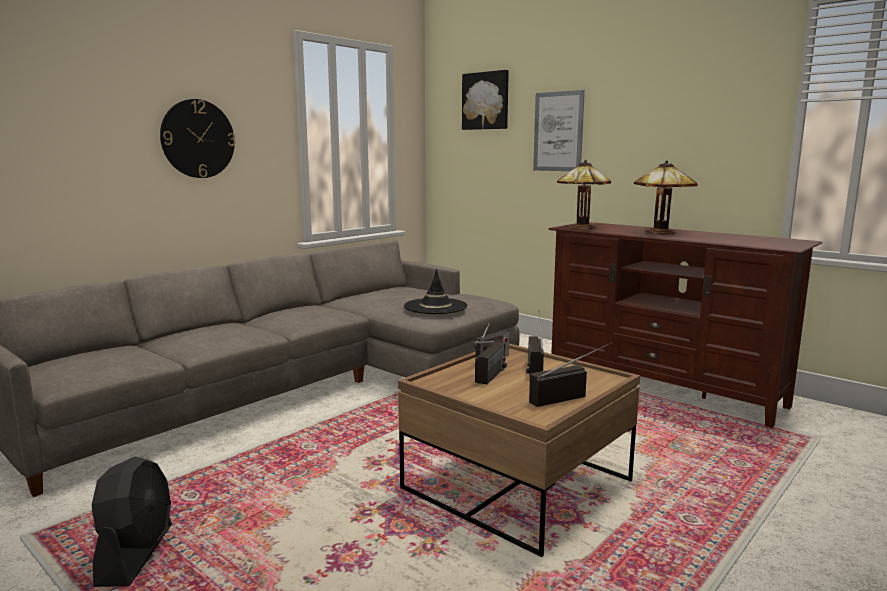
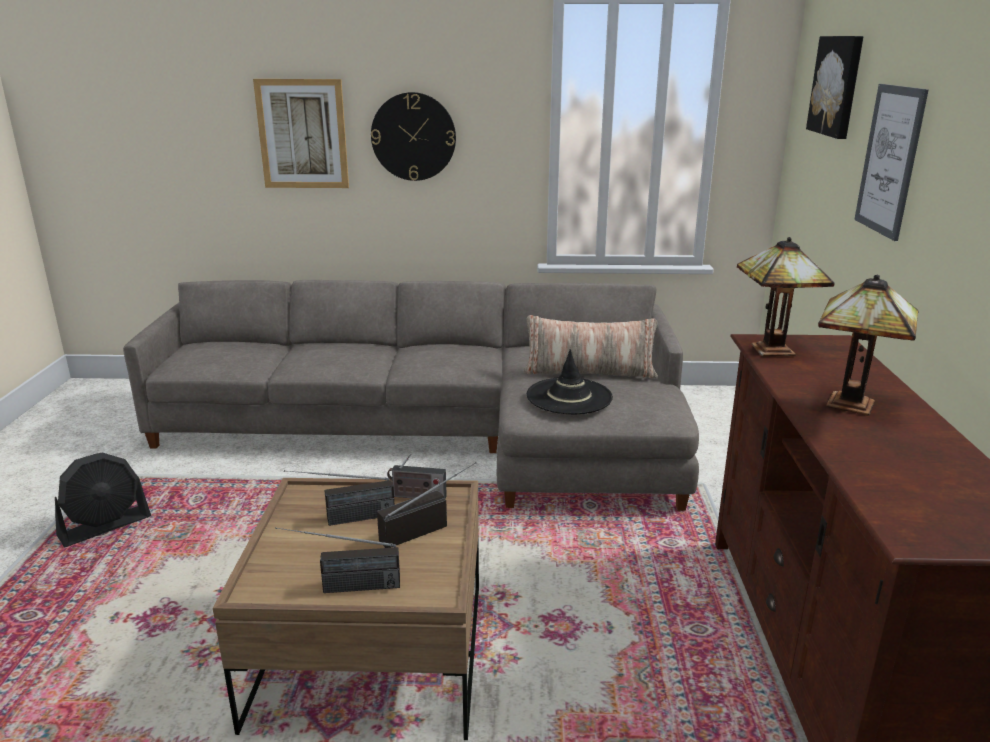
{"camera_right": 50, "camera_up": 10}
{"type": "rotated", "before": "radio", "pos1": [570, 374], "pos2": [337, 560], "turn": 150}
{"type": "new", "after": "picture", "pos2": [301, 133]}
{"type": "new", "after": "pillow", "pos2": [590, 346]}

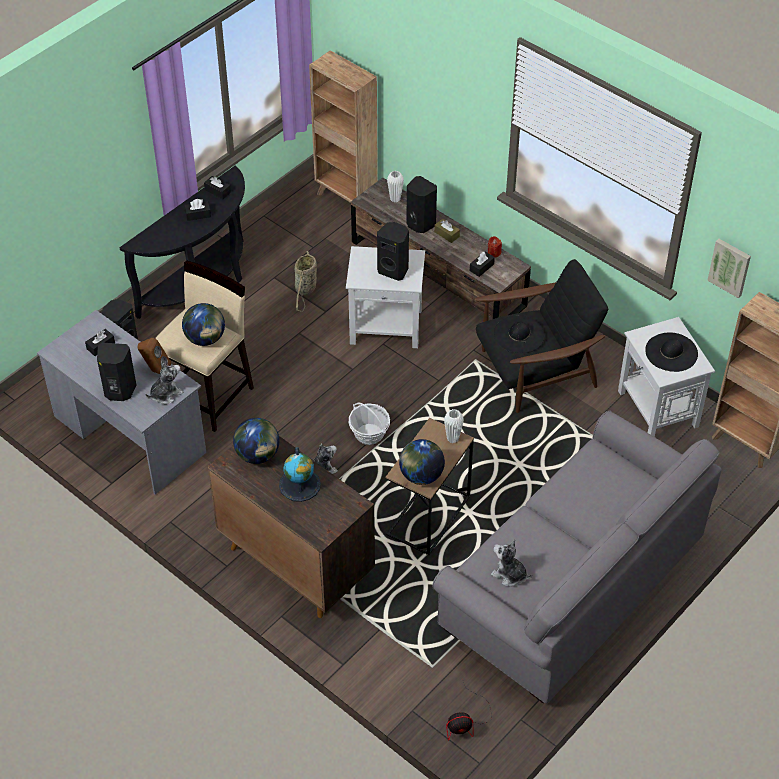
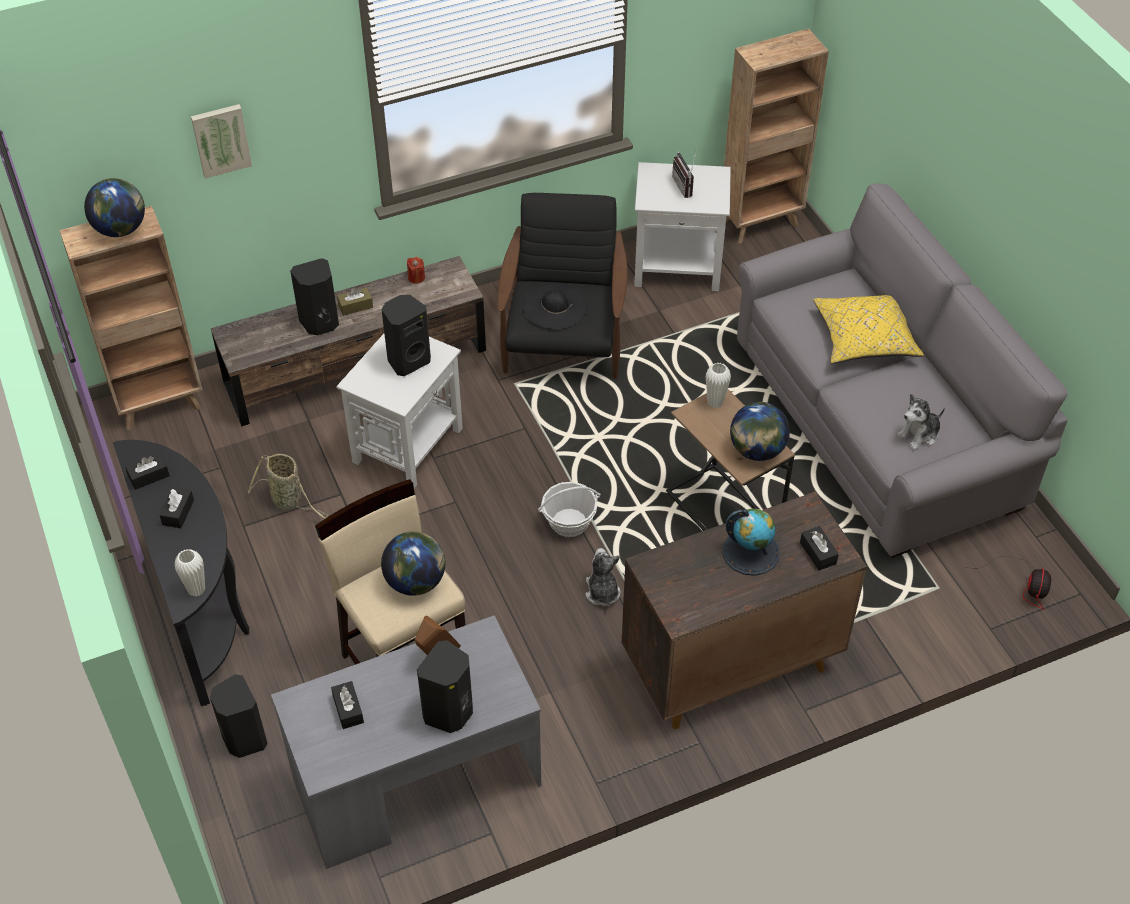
{"camera_right": -65, "camera_up": 0}
{"type": "shifted", "before": "white vase", "pos1": [395, 186], "pos2": [189, 573]}
{"type": "shifted", "before": "picture", "pos1": [729, 268], "pos2": [221, 141]}
{"type": "shifted", "before": "black tissue box", "pos1": [482, 264], "pos2": [819, 548]}
{"type": "swapped", "before": "black hat", "after": "radio", "pos1": [671, 352], "pos2": [684, 175]}
{"type": "gone", "before": "plush toy", "pos1": [164, 383]}
{"type": "shifted", "before": "globe", "pos1": [256, 441], "pos2": [114, 207]}
{"type": "new", "after": "yellow pillow", "pos2": [868, 329]}

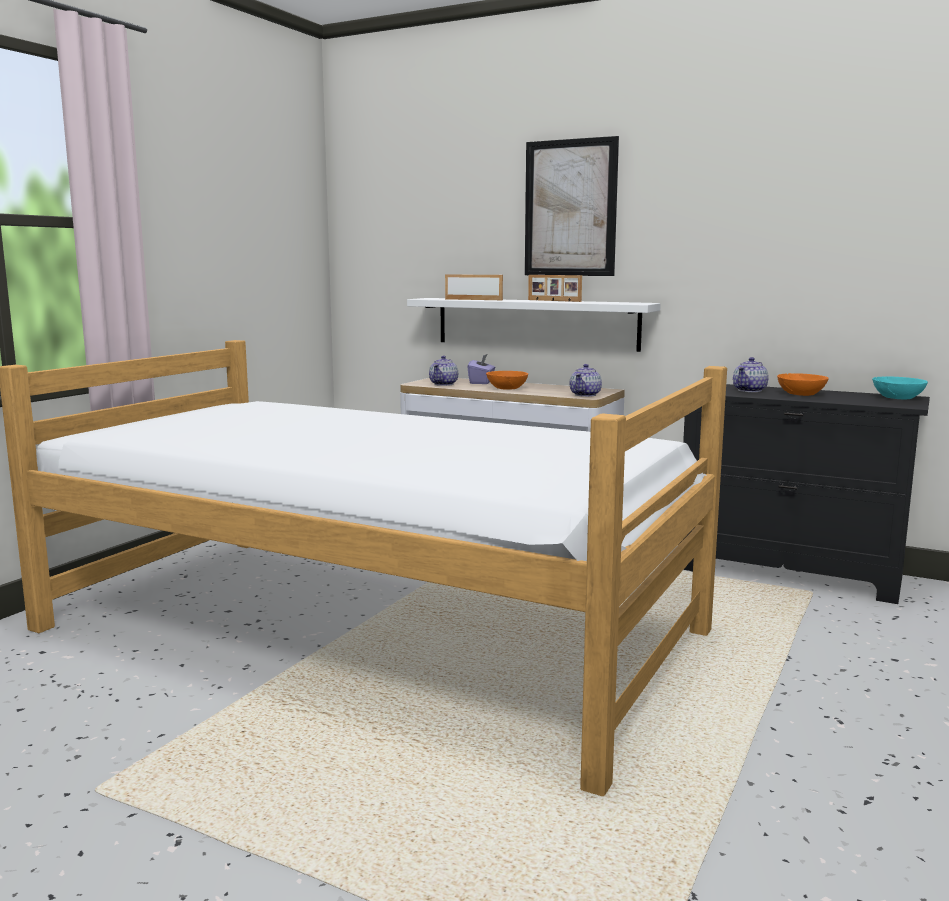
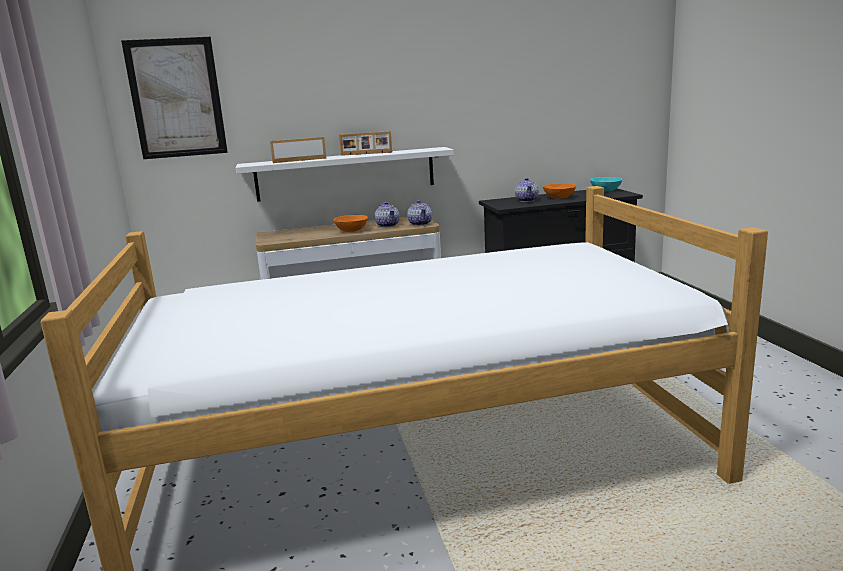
{"camera_right": -40, "camera_up": 5}
{"type": "shifted", "before": "picture", "pos1": [572, 206], "pos2": [174, 98]}
{"type": "gone", "before": "purple tissue box", "pos1": [481, 369]}
{"type": "shifted", "before": "teapot", "pos1": [443, 371], "pos2": [387, 214]}

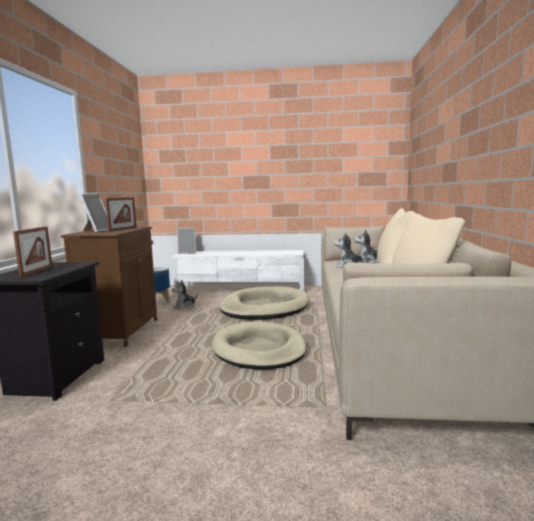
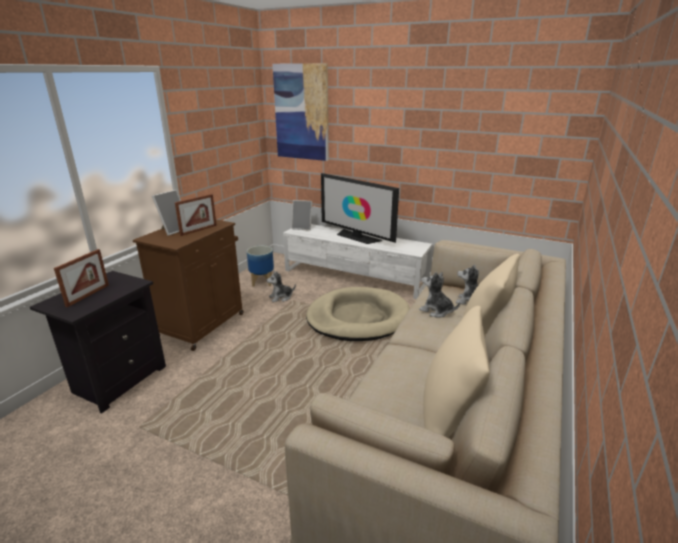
{"camera_right": 20, "camera_up": 15}
{"type": "gone", "before": "beige dog bed", "pos1": [259, 345]}
{"type": "new", "after": "picture", "pos2": [300, 112]}
{"type": "new", "after": "television", "pos2": [360, 208]}

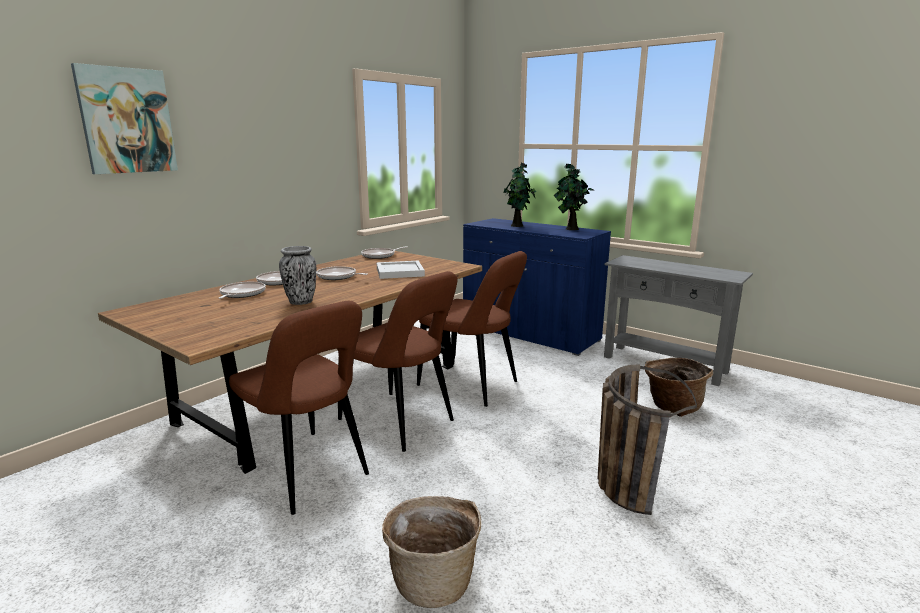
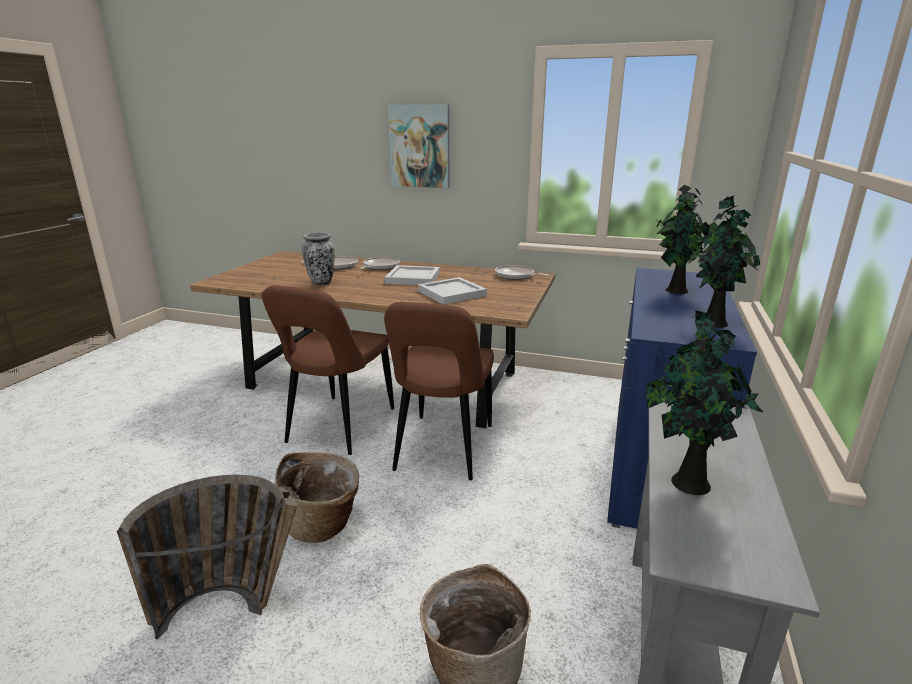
{"camera_right": 70, "camera_up": 5}
{"type": "shifted", "before": "picture", "pos1": [124, 118], "pos2": [419, 146]}
{"type": "swapped", "before": "frying pan", "after": "white tray", "pos1": [342, 273], "pos2": [412, 275]}
{"type": "gone", "before": "brown chair", "pos1": [299, 408]}
{"type": "shifted", "before": "basket", "pos1": [431, 552], "pos2": [317, 497]}
{"type": "new", "after": "potted plant", "pos2": [704, 402]}

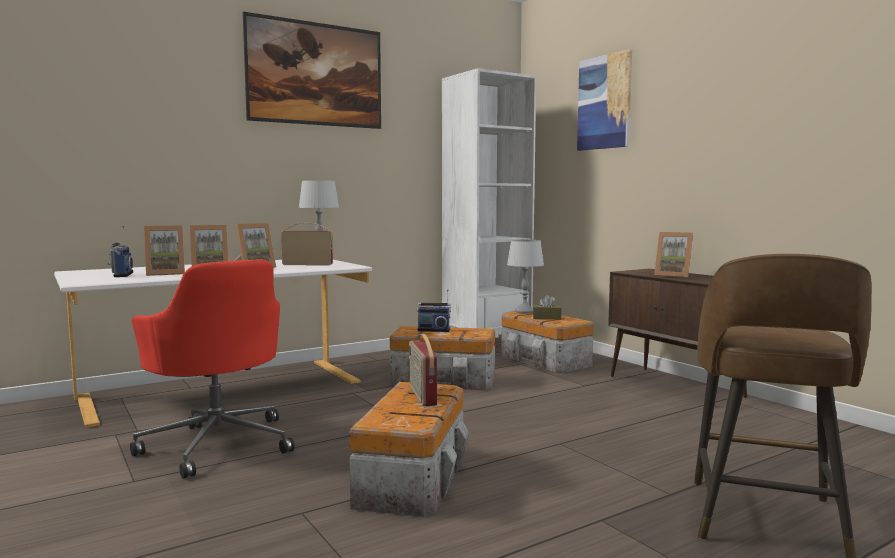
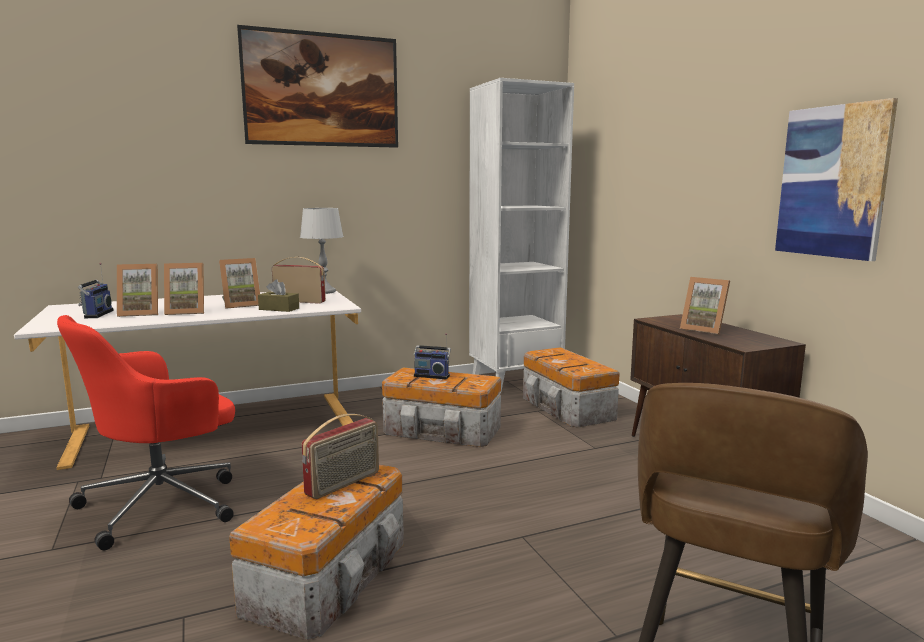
{"camera_right": 10, "camera_up": 5}
{"type": "shifted", "before": "picture", "pos1": [604, 100], "pos2": [836, 179]}
{"type": "gone", "before": "grey table lamp", "pos1": [525, 277]}
{"type": "rotated", "before": "red office chair", "pos1": [212, 369], "pos2": [146, 432], "turn": 75}
{"type": "shifted", "before": "brown tissue box", "pos1": [547, 307], "pos2": [278, 295]}
{"type": "rotated", "before": "radio", "pos1": [423, 370], "pos2": [340, 456], "turn": -135}

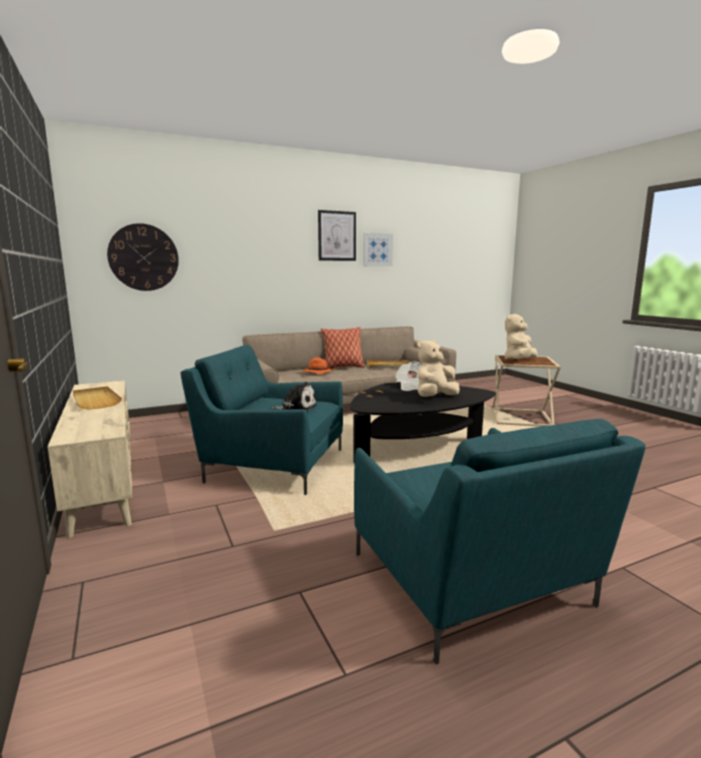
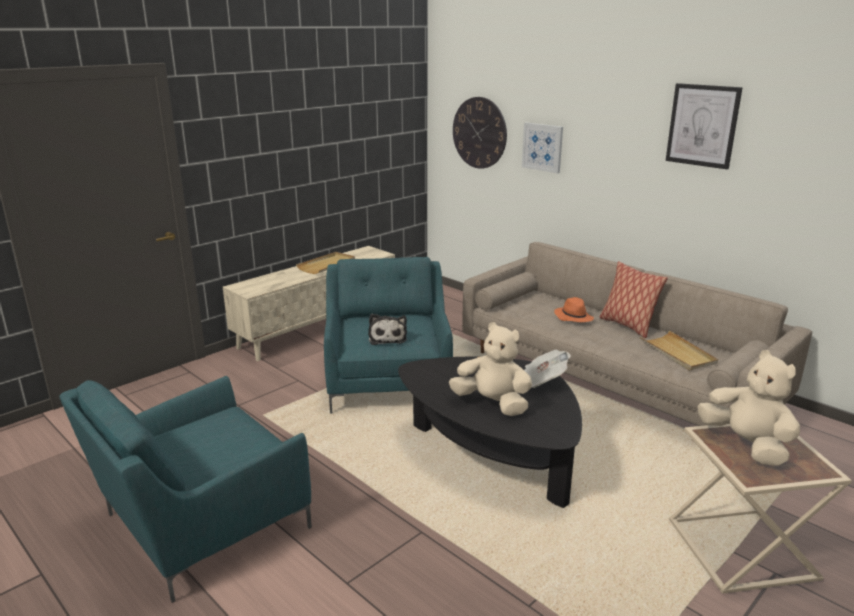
{"camera_right": 70, "camera_up": 10}
{"type": "shifted", "before": "picture", "pos1": [378, 249], "pos2": [542, 147]}
{"type": "rotated", "before": "beige plush toy", "pos1": [521, 337], "pos2": [748, 408], "turn": 45}

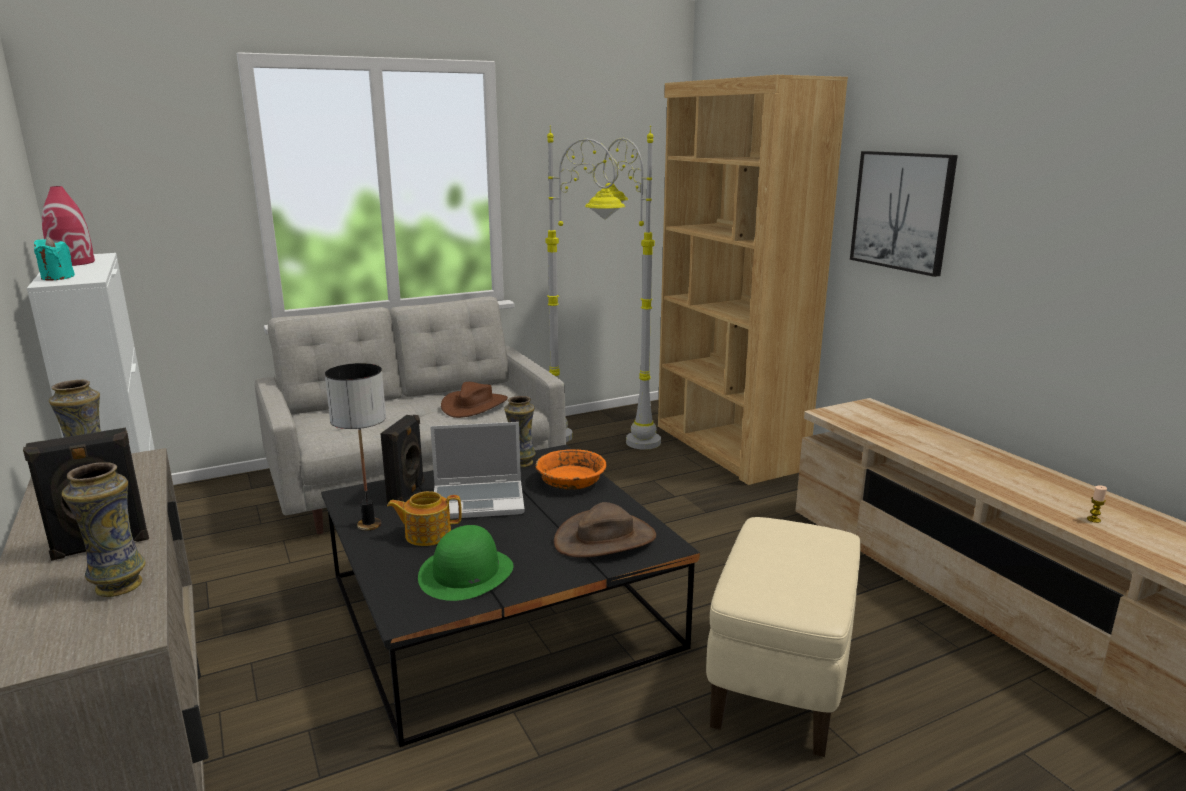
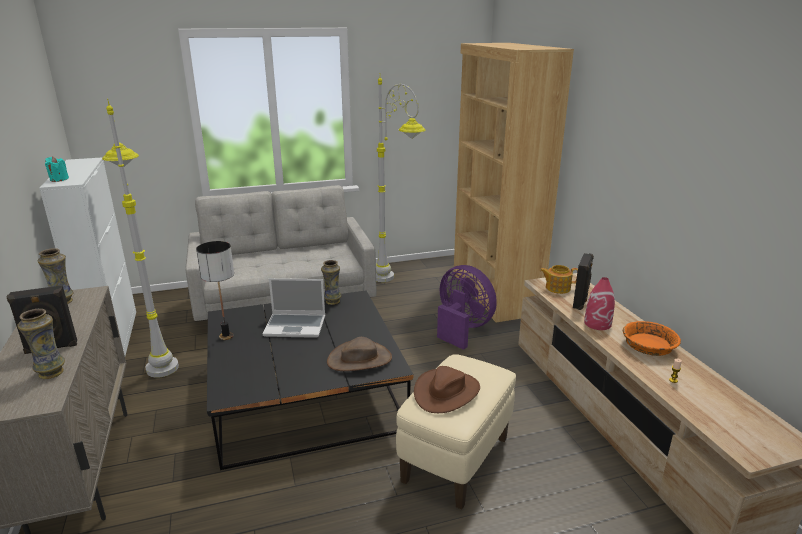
{"camera_right": 10, "camera_up": 5}
{"type": "shifted", "before": "grey floor lamp", "pos1": [627, 288], "pos2": [140, 238]}
{"type": "gone", "before": "picture", "pos1": [904, 214]}
{"type": "shifted", "before": "red vase", "pos1": [68, 226], "pos2": [599, 303]}
{"type": "shifted", "before": "brown hat", "pos1": [474, 400], "pos2": [447, 389]}
{"type": "shifted", "before": "black speaker", "pos1": [402, 459], "pos2": [583, 281]}
{"type": "shifted", "before": "orange bowl", "pos1": [571, 469], "pos2": [652, 338]}
{"type": "shifted", "before": "teapot", "pos1": [424, 518], "pos2": [559, 279]}
{"type": "gone", "before": "green hat", "pos1": [465, 563]}
{"type": "new", "after": "purple fan", "pos2": [467, 307]}

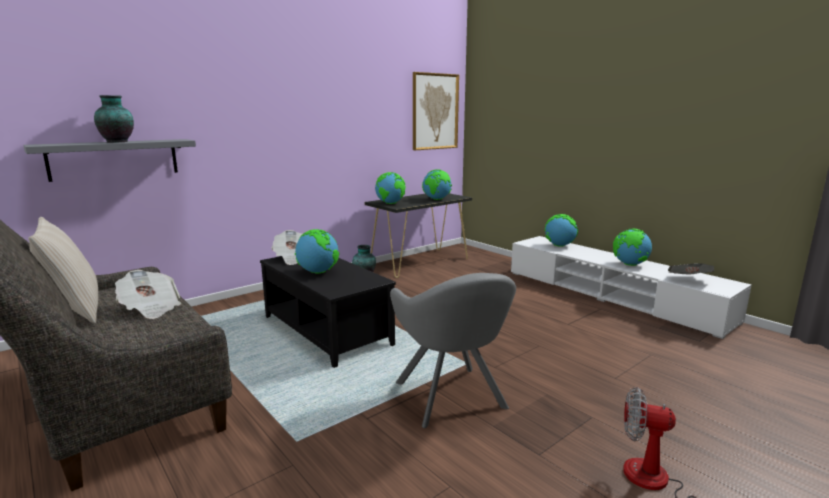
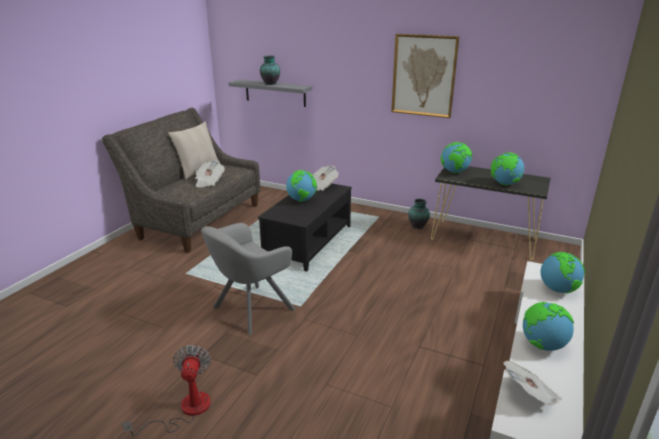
{"camera_right": 65, "camera_up": 10}
{"type": "shifted", "before": "picture", "pos1": [436, 111], "pos2": [425, 76]}

